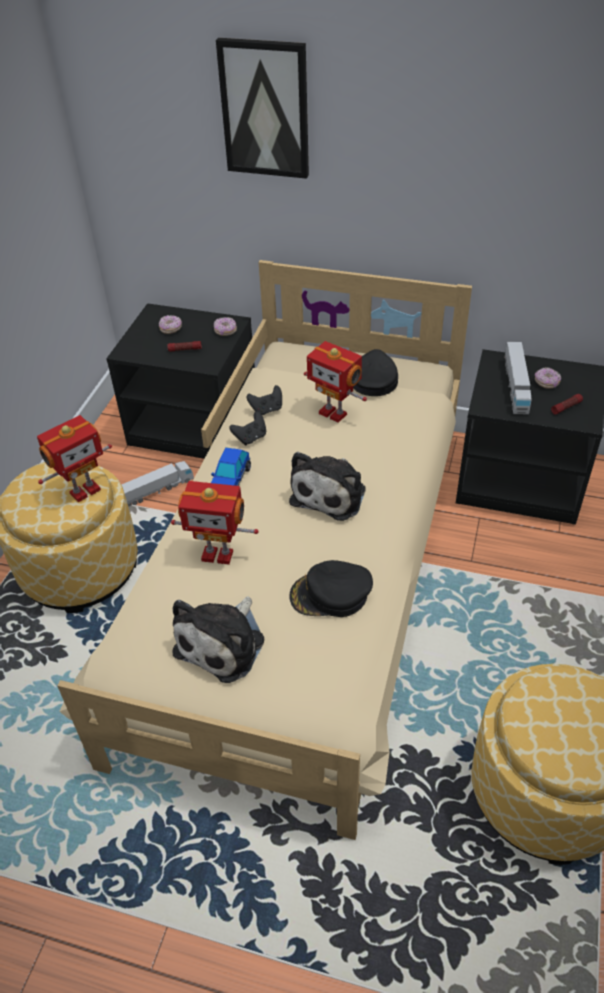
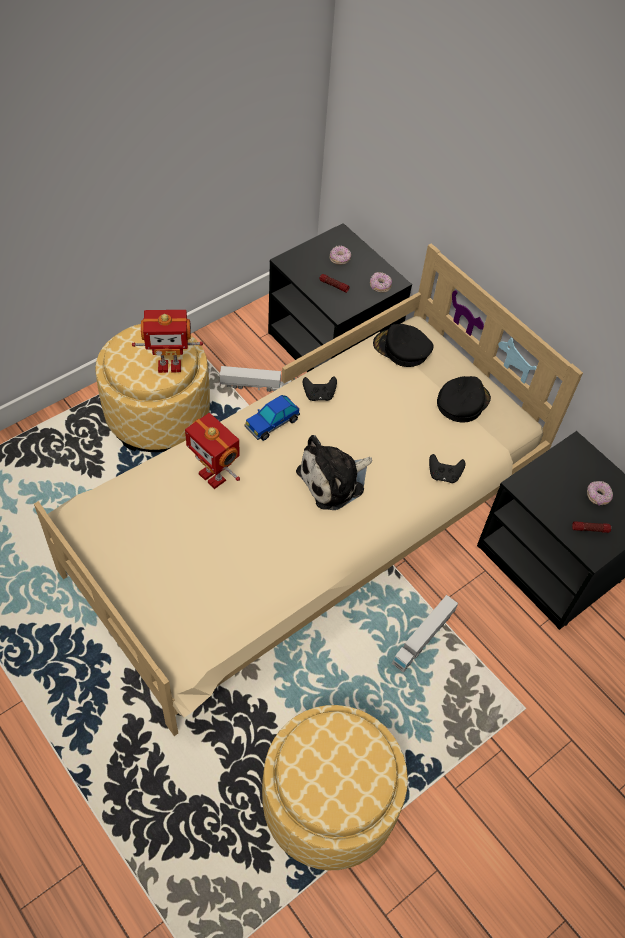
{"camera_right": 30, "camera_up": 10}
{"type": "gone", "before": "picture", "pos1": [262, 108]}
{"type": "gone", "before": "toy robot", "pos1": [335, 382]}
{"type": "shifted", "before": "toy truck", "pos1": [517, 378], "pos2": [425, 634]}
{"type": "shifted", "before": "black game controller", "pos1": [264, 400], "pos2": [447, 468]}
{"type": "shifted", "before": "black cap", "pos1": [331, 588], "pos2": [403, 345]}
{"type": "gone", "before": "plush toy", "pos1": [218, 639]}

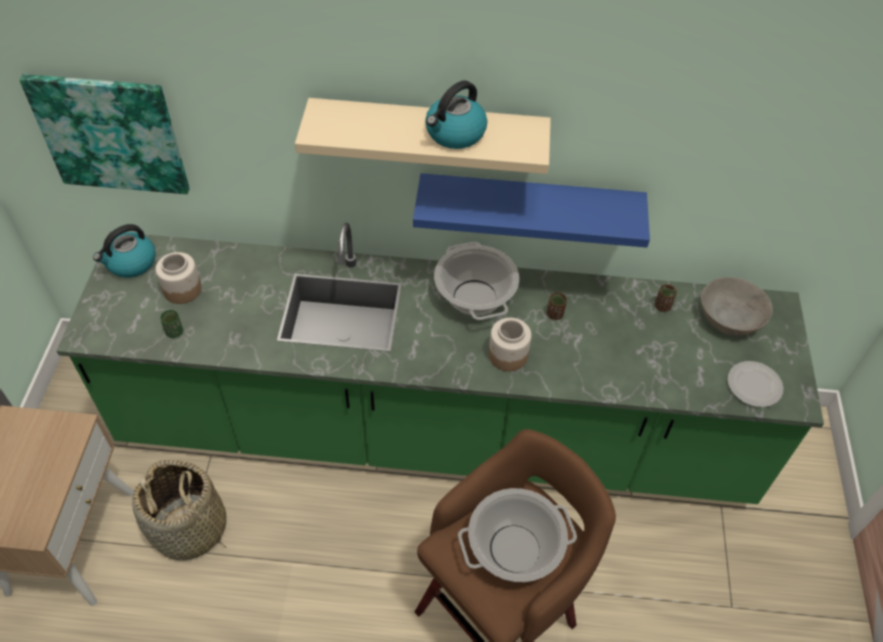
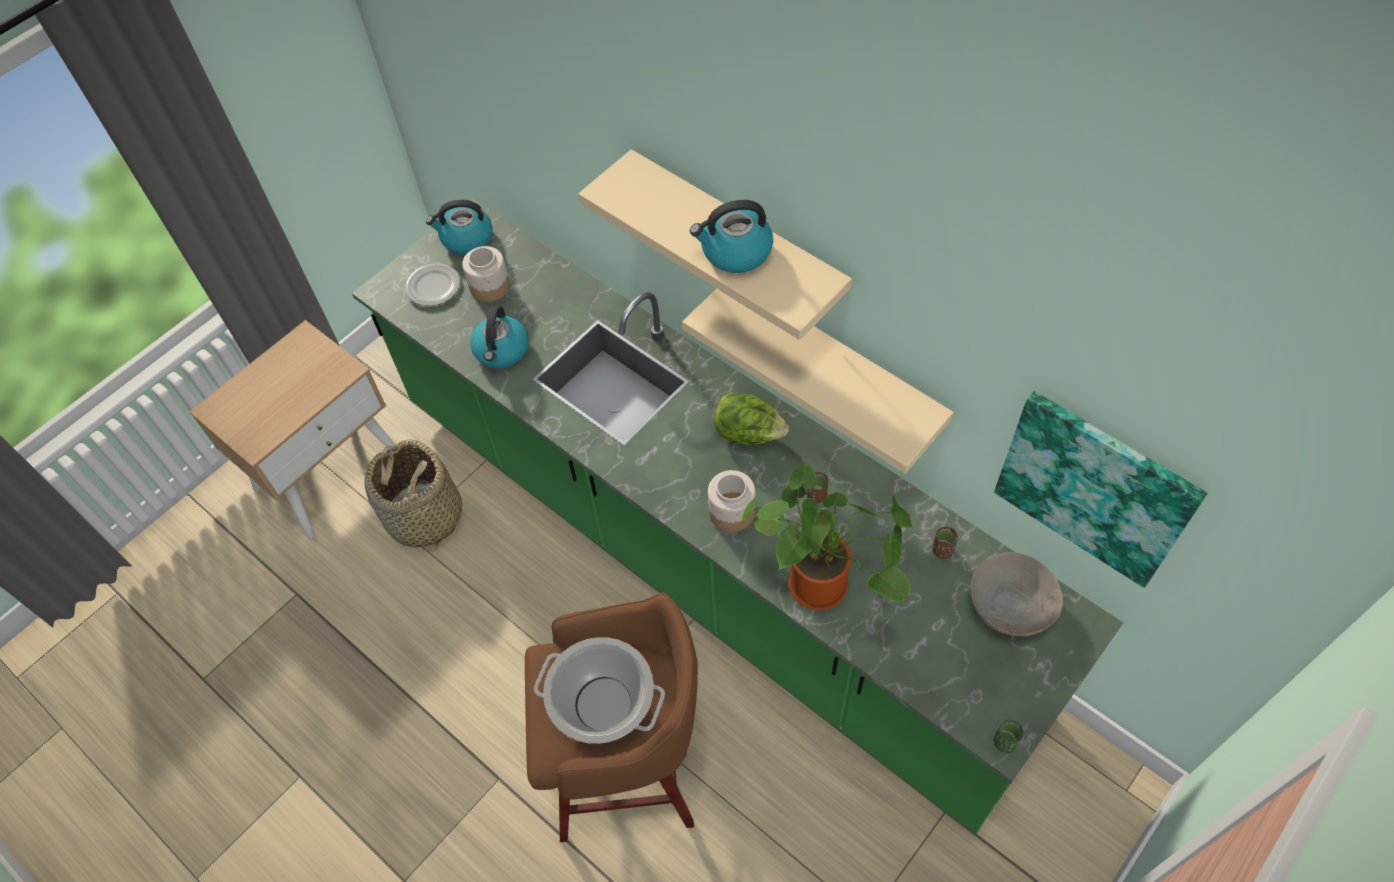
{"camera_right": 40, "camera_up": 5}
{"type": "shifted", "before": "picture", "pos1": [104, 134], "pos2": [1100, 489]}
{"type": "repainted", "before": "blue shelf", "after": "beige shelf", "pos1": [531, 210], "pos2": [818, 381]}
{"type": "swapped", "before": "cooking pot", "after": "lettuce", "pos1": [476, 281], "pos2": [751, 418]}
{"type": "shifted", "before": "green cup", "pos1": [171, 324], "pos2": [1009, 736]}
{"type": "shifted", "before": "plate", "pos1": [755, 384], "pos2": [432, 284]}
{"type": "new", "after": "kettle", "pos2": [499, 336]}
{"type": "new", "after": "potted plant", "pos2": [827, 536]}

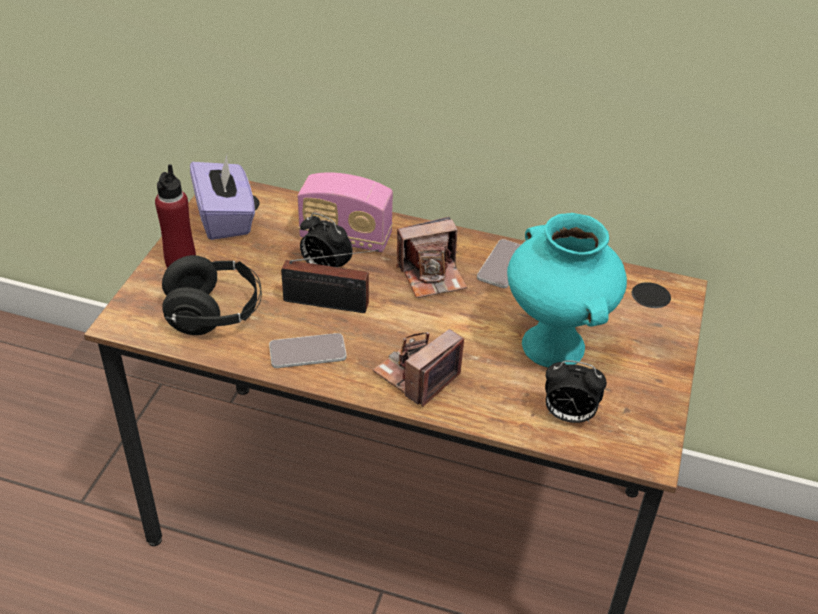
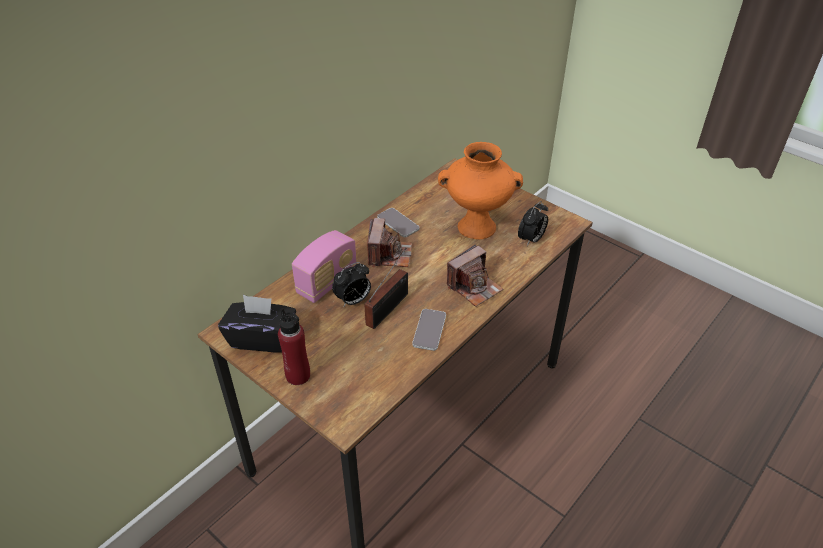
{"camera_right": -65, "camera_up": 0}
{"type": "repainted", "before": "purple tissue box", "after": "black tissue box", "pos1": [222, 197], "pos2": [257, 324]}
{"type": "repainted", "before": "turquoise vase", "after": "orange vase", "pos1": [567, 290], "pos2": [480, 190]}
{"type": "gone", "before": "black headphones", "pos1": [212, 295]}
{"type": "rotated", "before": "photo camera", "pos1": [418, 368], "pos2": [475, 275], "turn": -105}

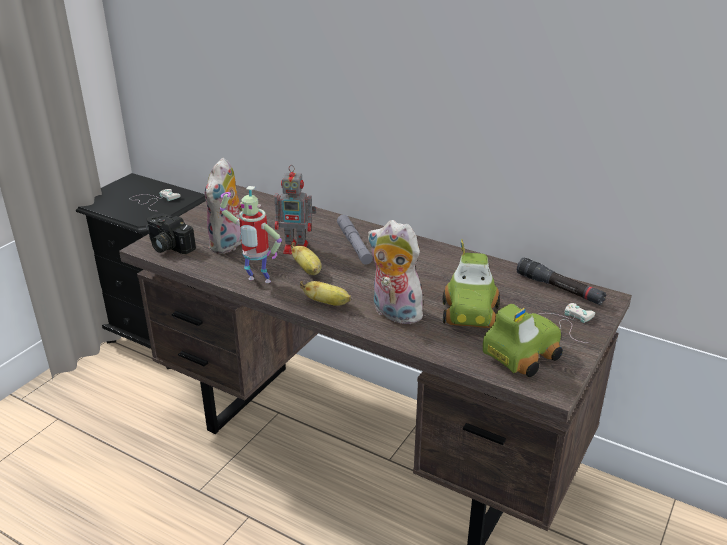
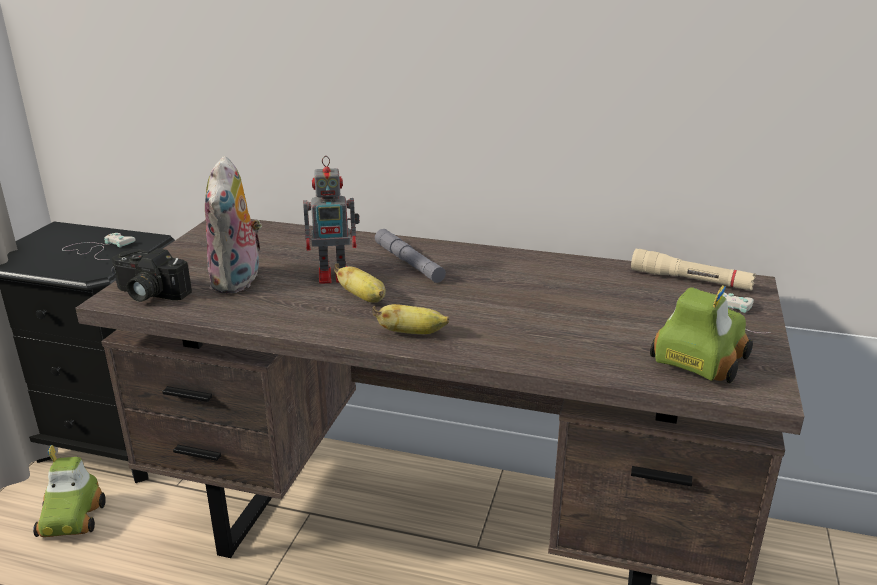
{"camera_right": -15, "camera_up": -5}
{"type": "gone", "before": "toy robot", "pos1": [251, 234]}
{"type": "gone", "before": "plush toy", "pos1": [395, 272]}
{"type": "shifted", "before": "toy car", "pos1": [471, 283], "pos2": [69, 491]}
{"type": "repainted", "before": "black flashlight", "after": "beige flashlight", "pos1": [561, 281], "pos2": [693, 270]}

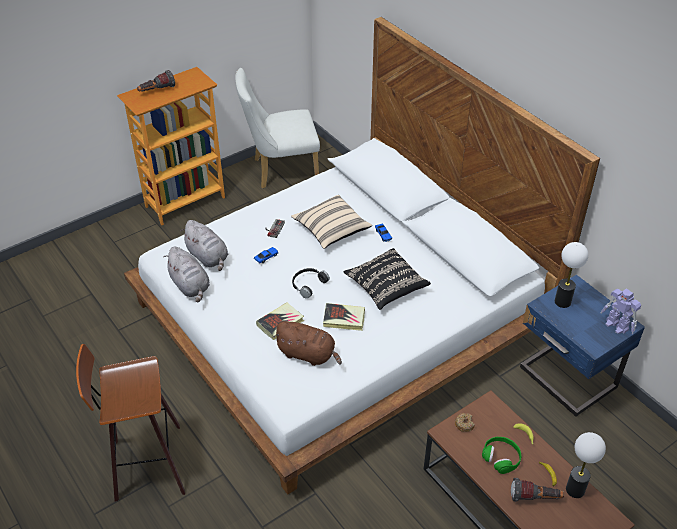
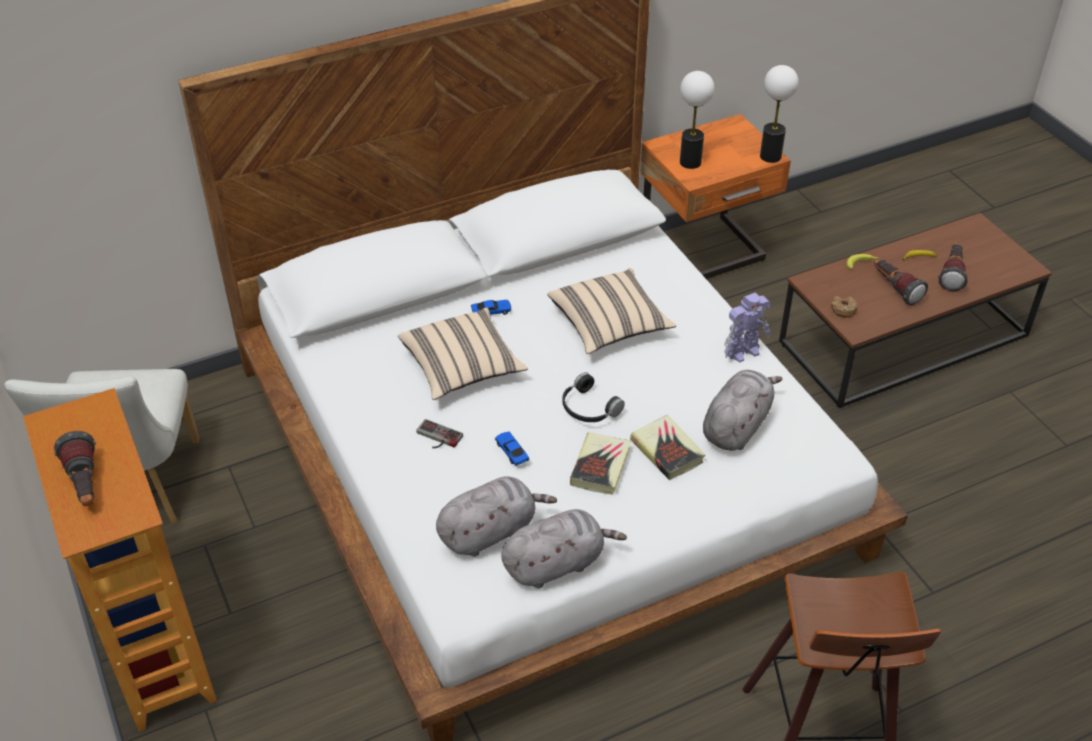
{"camera_right": -80, "camera_up": 0}
{"type": "repainted", "before": "black pillow", "after": "beige pillow", "pos1": [387, 279], "pos2": [611, 311]}
{"type": "repainted", "before": "blue nightstand", "after": "orange nightstand", "pos1": [582, 345], "pos2": [715, 196]}
{"type": "shifted", "before": "toy robot", "pos1": [621, 311], "pos2": [747, 327]}
{"type": "shifted", "before": "book", "pos1": [344, 317], "pos2": [600, 463]}
{"type": "repainted", "before": "brown plush toy", "after": "grey plush toy", "pos1": [308, 343], "pos2": [742, 410]}
{"type": "shifted", "before": "table lamp", "pos1": [586, 465], "pos2": [779, 114]}
{"type": "swapped", "before": "green headphones", "after": "flashlight", "pos1": [501, 455], "pos2": [901, 282]}

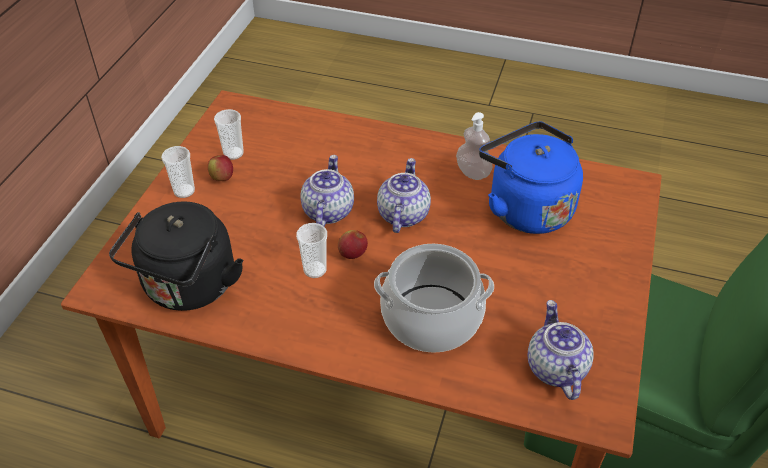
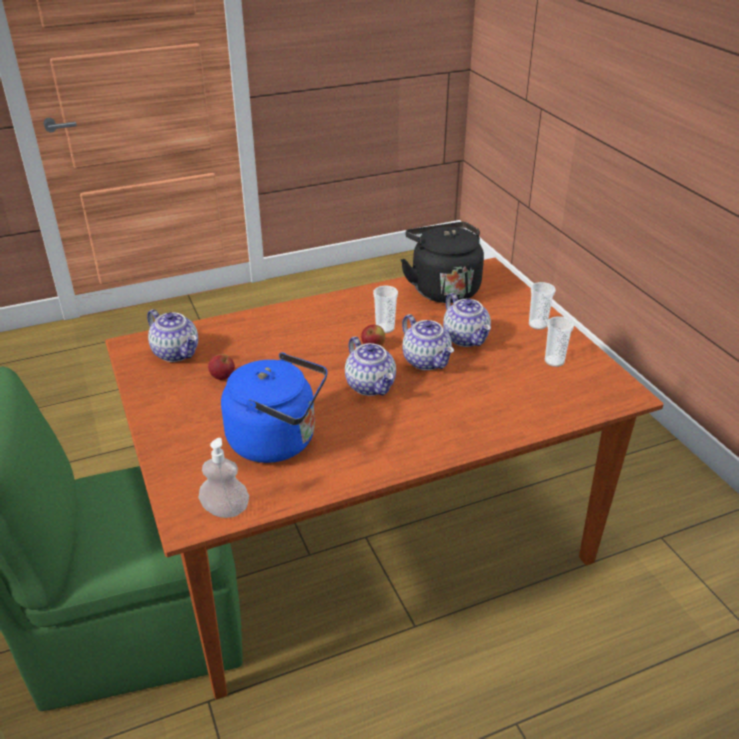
{"camera_right": 140, "camera_up": -10}
{"type": "shifted", "before": "soap dispenser", "pos1": [474, 146], "pos2": [224, 478]}
{"type": "shifted", "before": "apple", "pos1": [220, 168], "pos2": [221, 367]}
{"type": "gone", "before": "cooking pot", "pos1": [434, 298]}
{"type": "new", "after": "teapot", "pos2": [467, 320]}

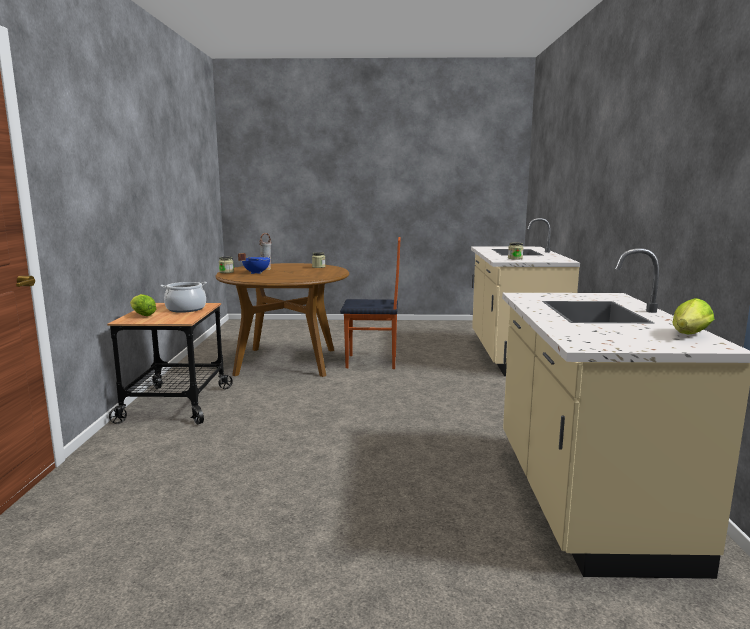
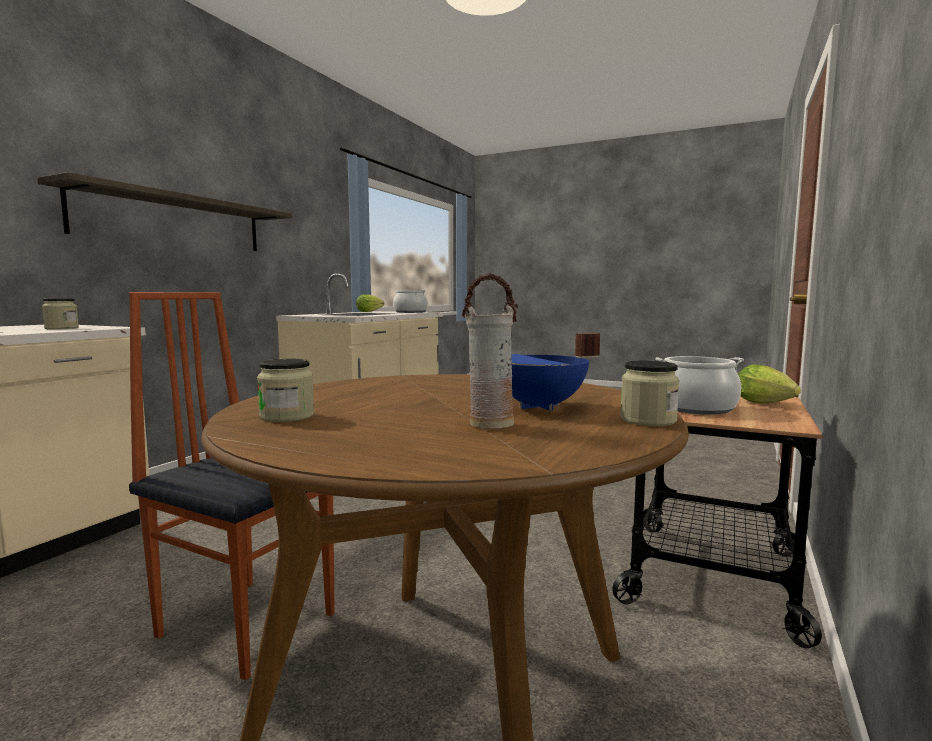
{"camera_right": -155, "camera_up": -5}
{"type": "new", "after": "shelf", "pos2": [164, 211]}
{"type": "new", "after": "cooking pot", "pos2": [410, 301]}

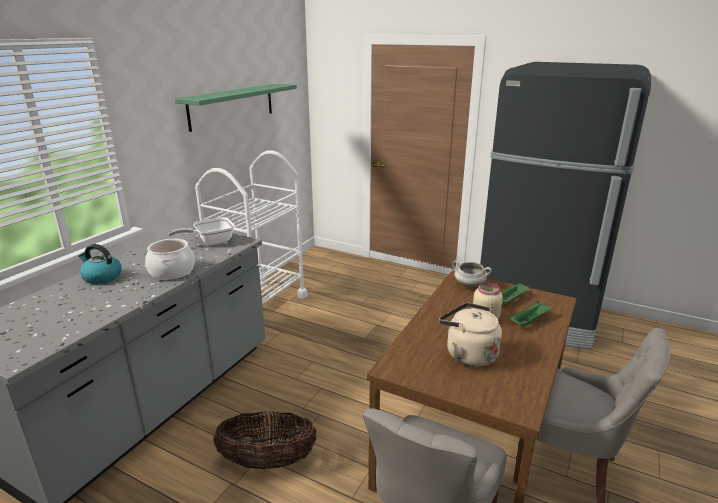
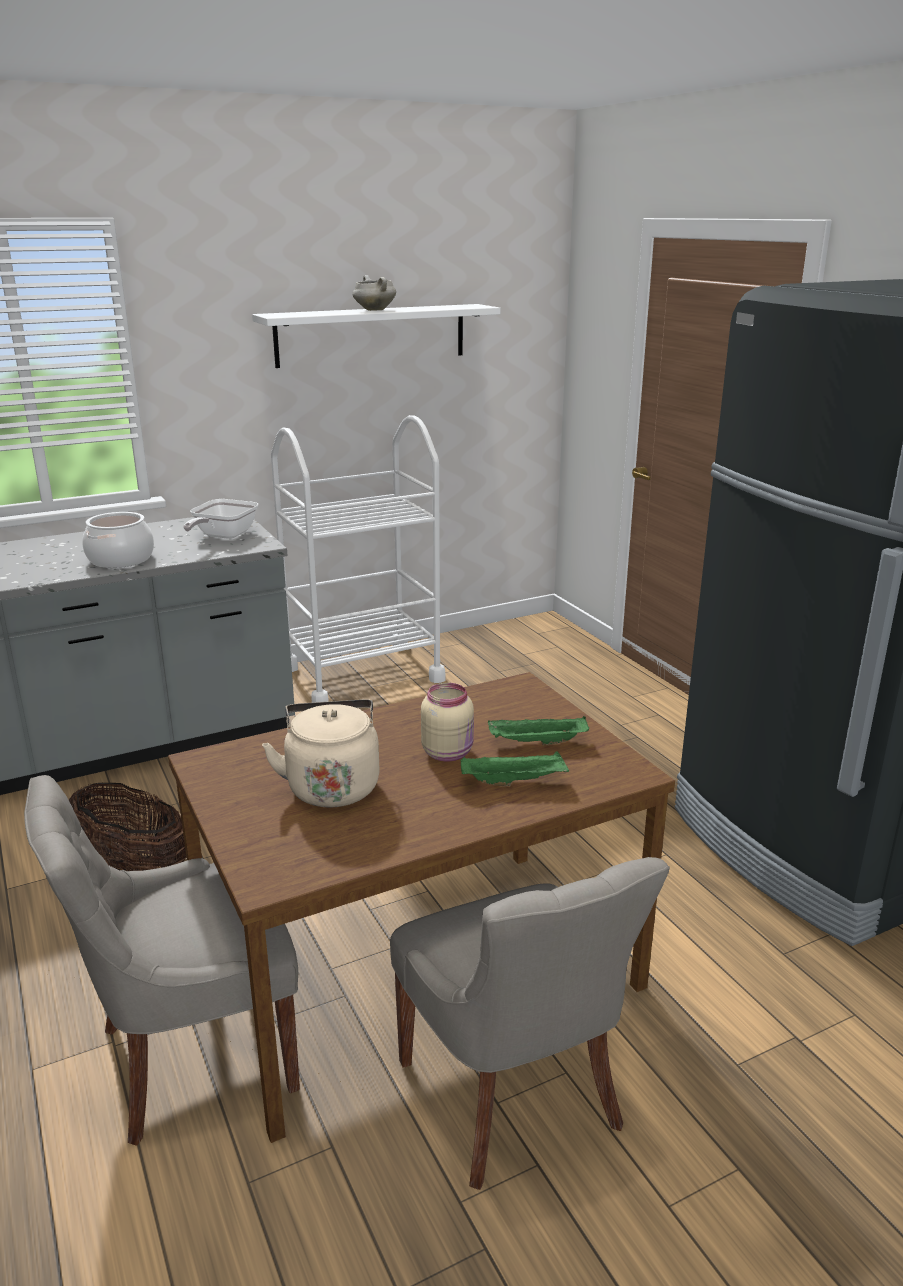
{"camera_right": 35, "camera_up": 0}
{"type": "repainted", "before": "green shelf", "after": "white shelf", "pos1": [236, 108], "pos2": [376, 336]}
{"type": "rotated", "before": "frying pan", "pos1": [201, 231], "pos2": [220, 519], "turn": -75}
{"type": "gone", "before": "kettle", "pos1": [100, 264]}
{"type": "shifted", "before": "white cooking pot", "pos1": [472, 274], "pos2": [374, 293]}

